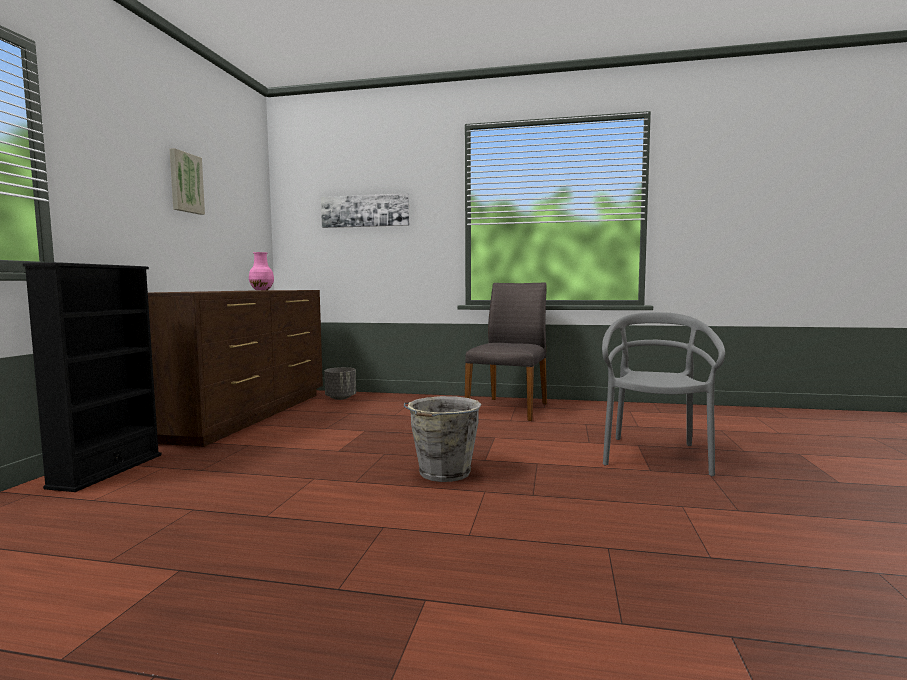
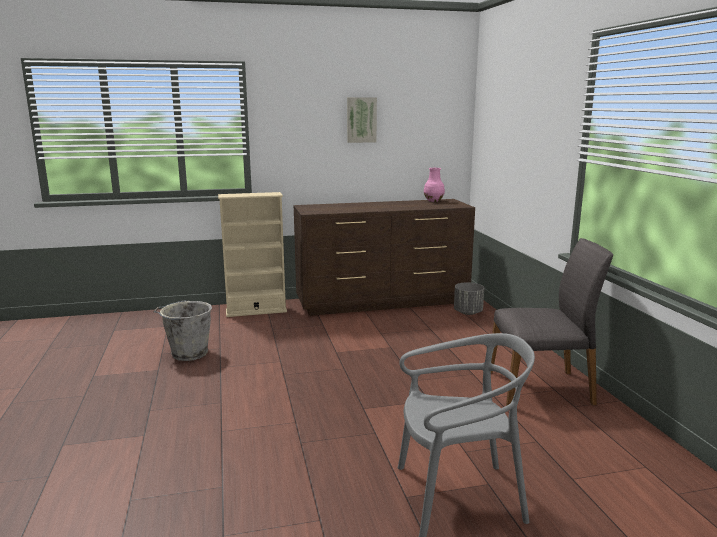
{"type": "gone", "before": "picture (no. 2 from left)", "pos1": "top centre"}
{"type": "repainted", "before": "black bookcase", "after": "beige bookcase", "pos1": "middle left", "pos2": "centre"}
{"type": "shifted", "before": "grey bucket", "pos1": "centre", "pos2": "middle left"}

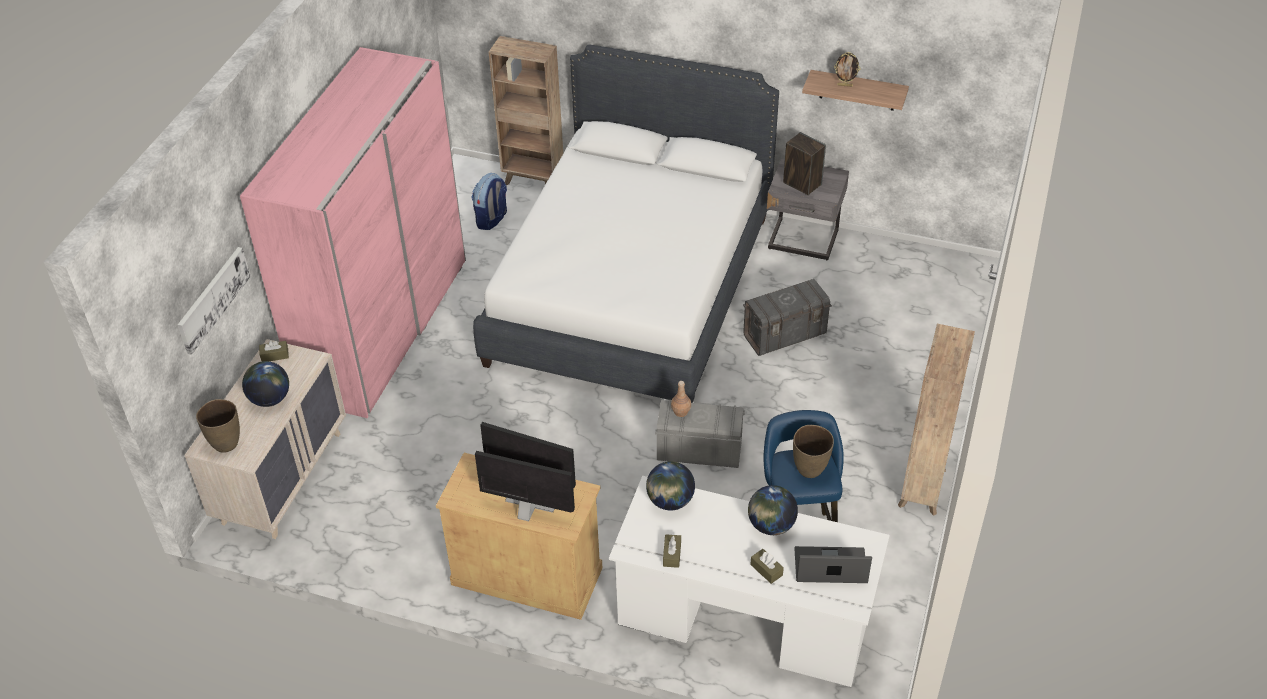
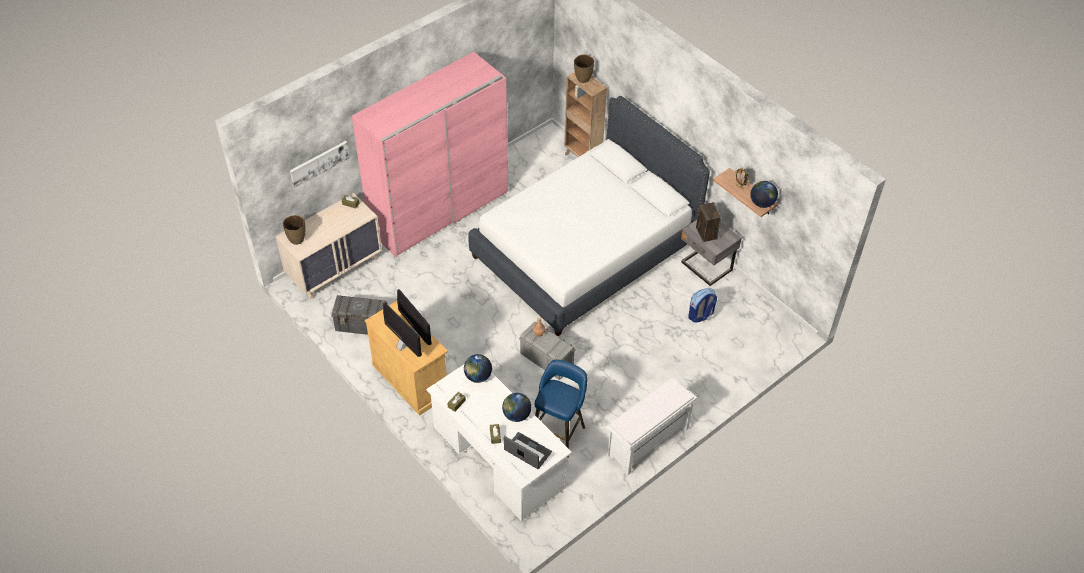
{"type": "shifted", "before": "backpack", "pos1": "top centre", "pos2": "centre"}
{"type": "shifted", "before": "grey storage box (no. 2 from left in the first image)", "after": "grey storage box (no. 1 from left)", "pos1": "centre", "pos2": "middle left"}
{"type": "swapped", "before": "brown bookcase (no. 2 from left)", "after": "white bench", "pos1": "middle right", "pos2": "bottom centre"}
{"type": "shifted", "before": "globe (no. 1 from left in the first image)", "after": "globe (no. 3 from left)", "pos1": "middle left", "pos2": "middle right"}
{"type": "shifted", "before": "brown vase (no. 2 from left)", "pos1": "centre", "pos2": "top centre"}

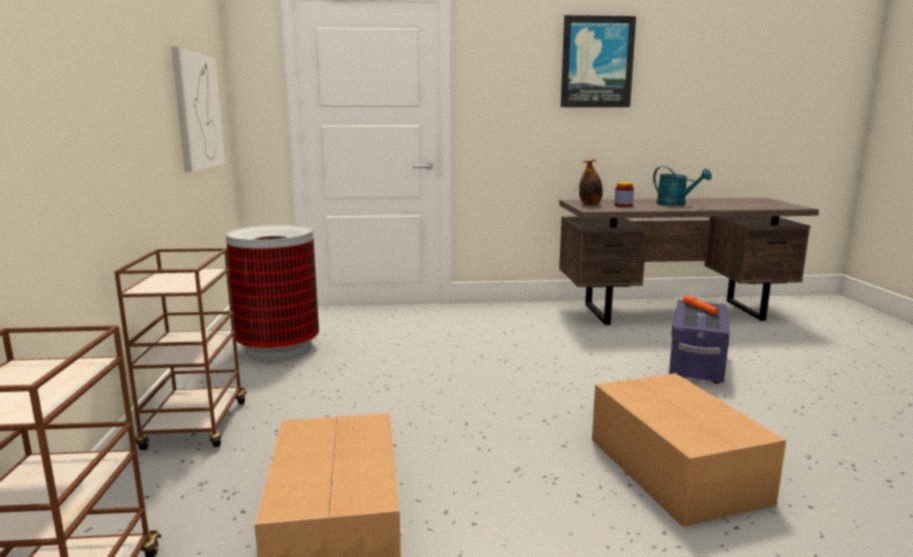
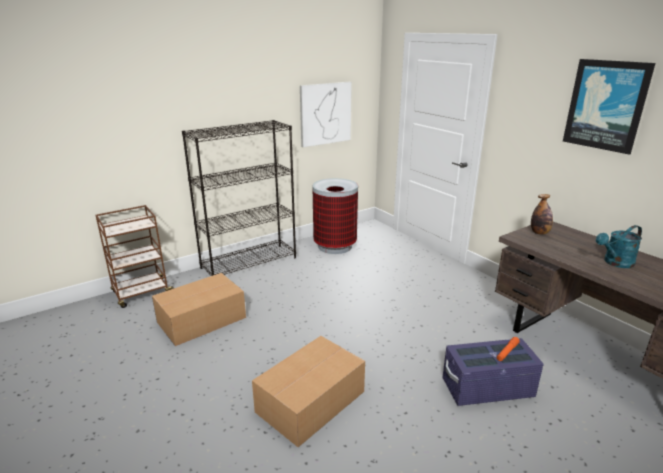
{"type": "rotated", "before": "turquoise watering can", "pos1": "middle right", "pos2": "middle right", "turn": 45}
{"type": "gone", "before": "jar", "pos1": "middle right"}
{"type": "swapped", "before": "brown cart (no. 2 from left)", "after": "black bookcase", "pos1": "middle left", "pos2": "centre"}

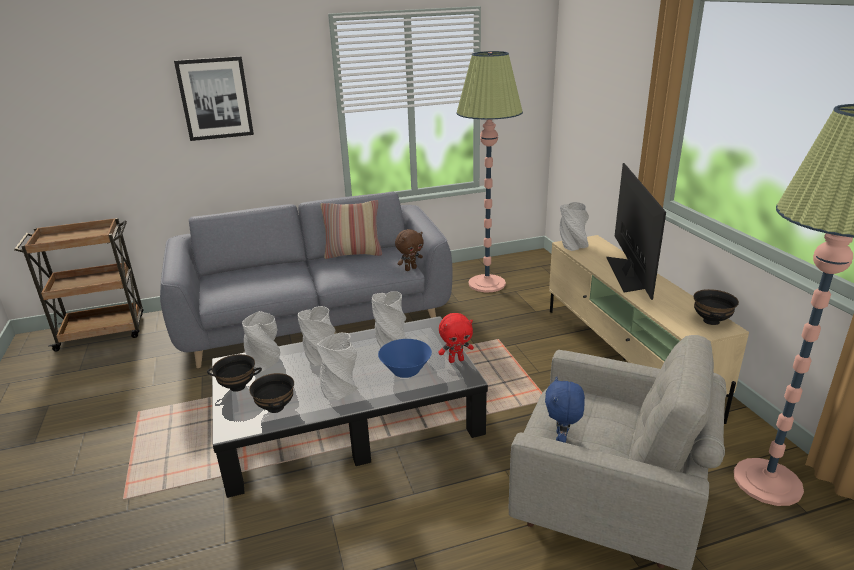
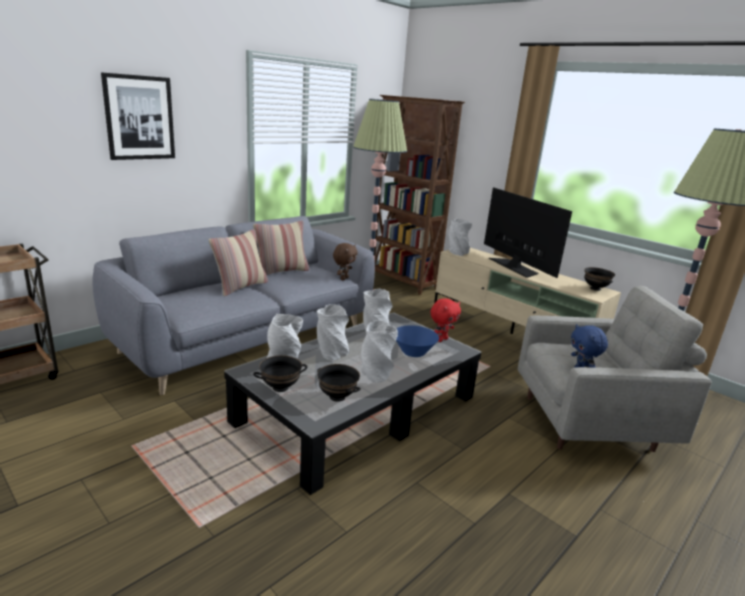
{"type": "new", "after": "brown bookcase", "pos2": "top centre"}
{"type": "new", "after": "pillow (no. 1 from left)", "pos2": "middle left"}

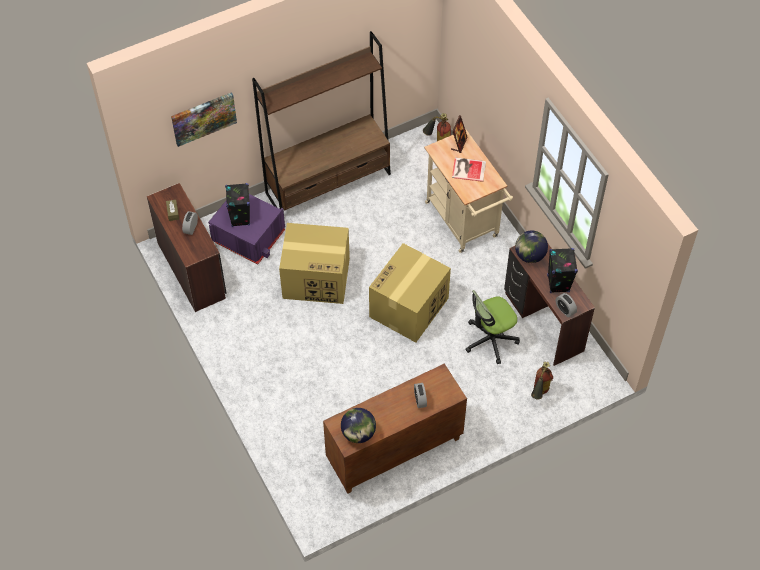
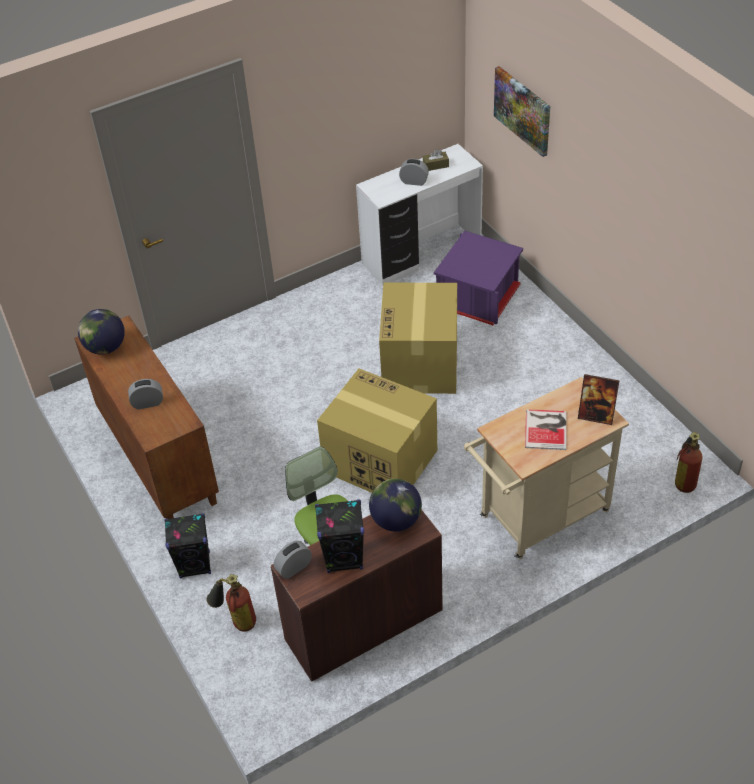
{"type": "gone", "before": "brown bookcase", "pos1": "top centre"}
{"type": "repainted", "before": "brown desk (no. 1 from left)", "after": "white desk", "pos1": "middle left", "pos2": "top centre"}
{"type": "shifted", "before": "black speaker (no. 1 from left)", "pos1": "middle left", "pos2": "bottom left"}

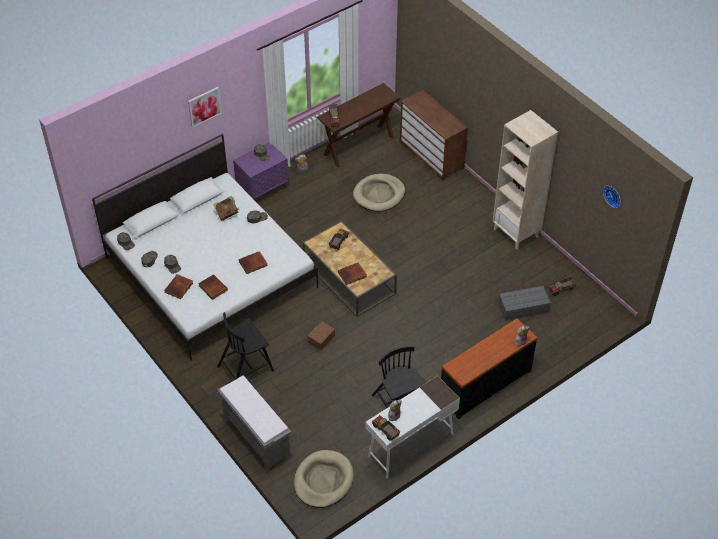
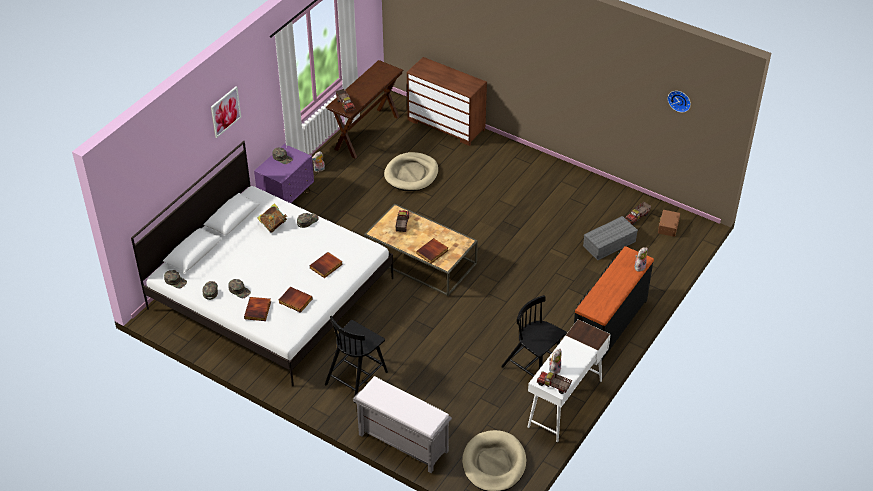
{"type": "gone", "before": "beige bookcase", "pos1": "middle right"}
{"type": "shifted", "before": "brown storage box", "pos1": "centre", "pos2": "middle right"}

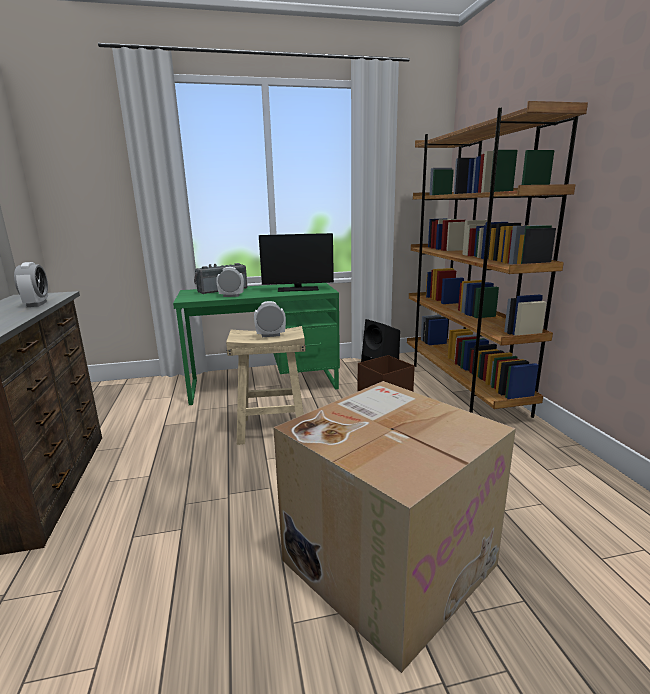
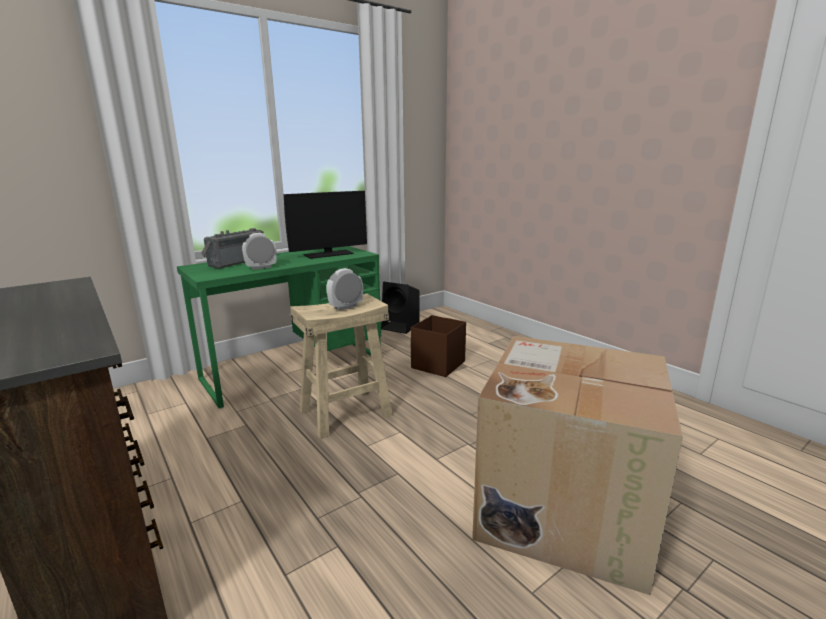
{"type": "gone", "before": "brown bookcase", "pos1": "middle right"}
{"type": "gone", "before": "alarm clock (no. 1 from left)", "pos1": "middle left"}

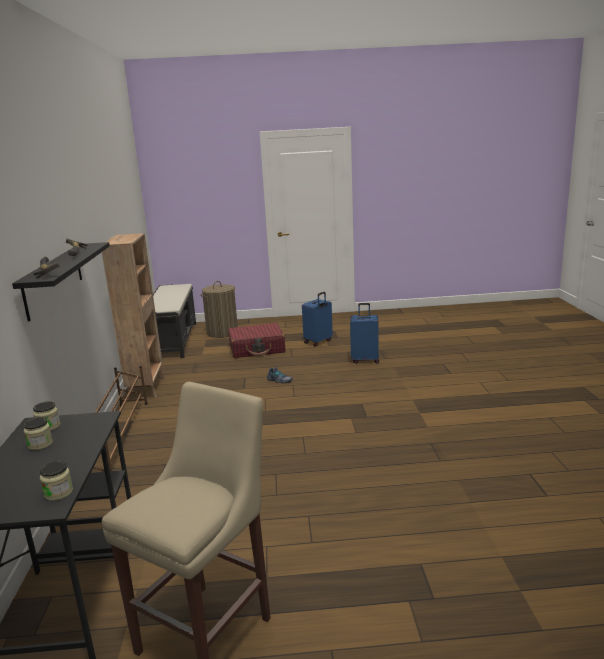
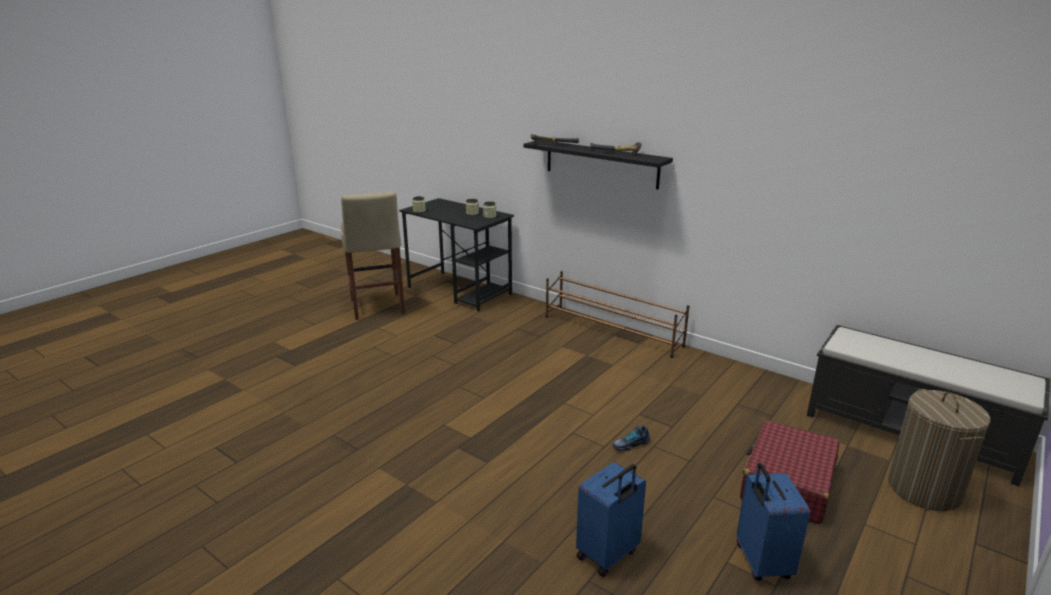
{"type": "gone", "before": "brown bookcase", "pos1": "middle left"}

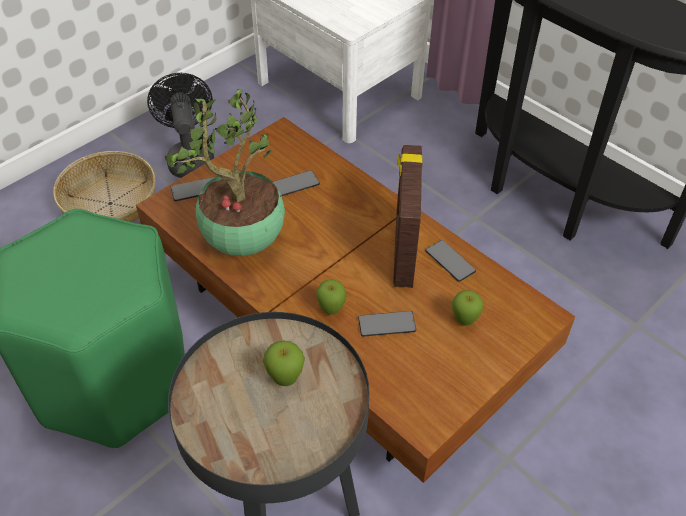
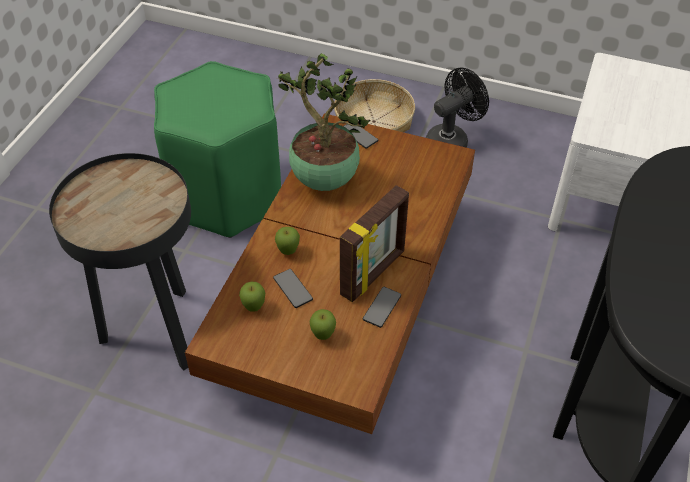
{"type": "rotated", "before": "picture frame", "pos1": "centre", "pos2": "centre", "turn": 150}
{"type": "gone", "before": "phone (no. 2 from left)", "pos1": "centre"}
{"type": "shifted", "before": "apple (no. 1 from left)", "pos1": "bottom centre", "pos2": "centre"}

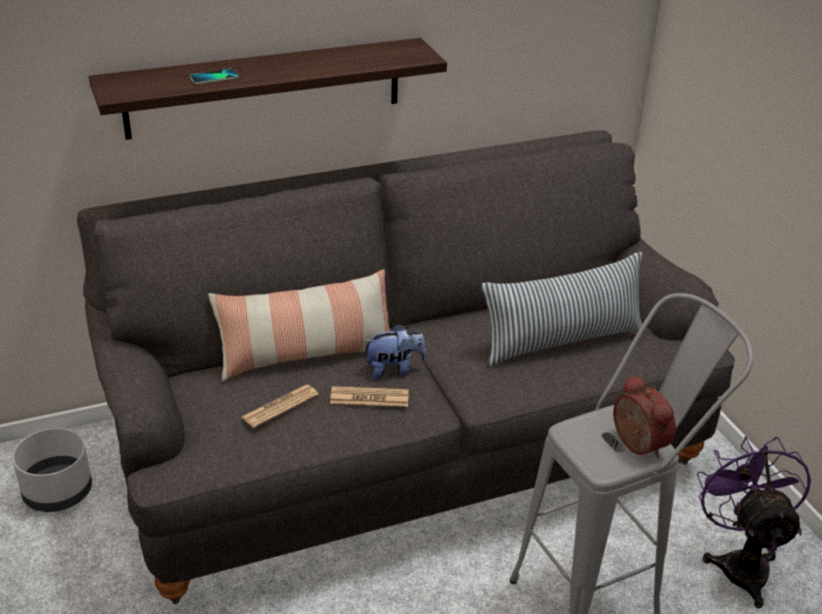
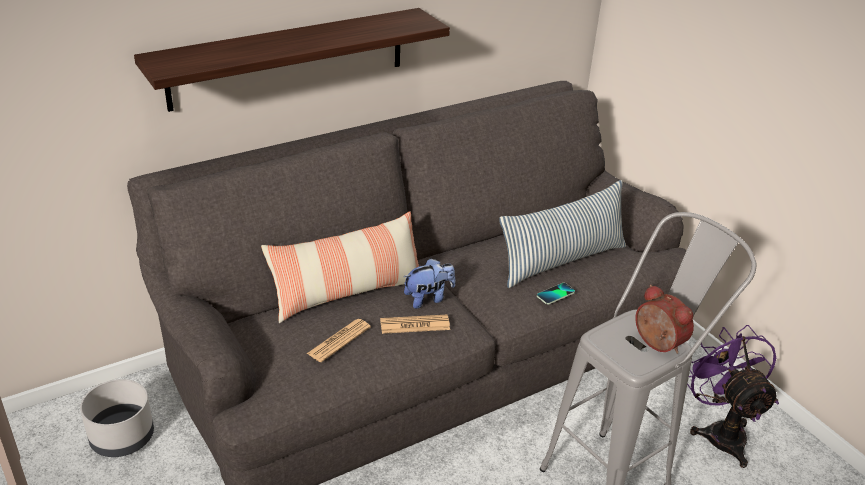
{"type": "shifted", "before": "phone", "pos1": "top left", "pos2": "centre"}

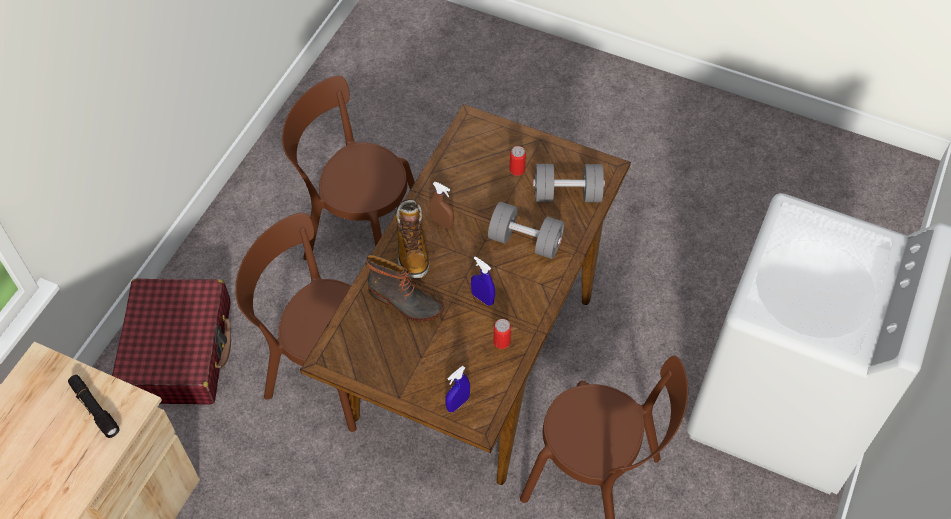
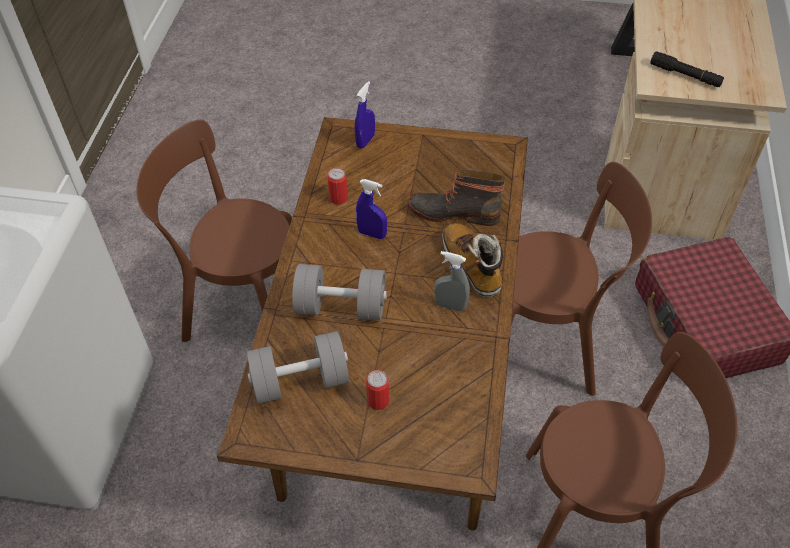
{"type": "repainted", "before": "brown spray bottle", "after": "grey spray bottle", "pos1": "centre", "pos2": "centre"}

